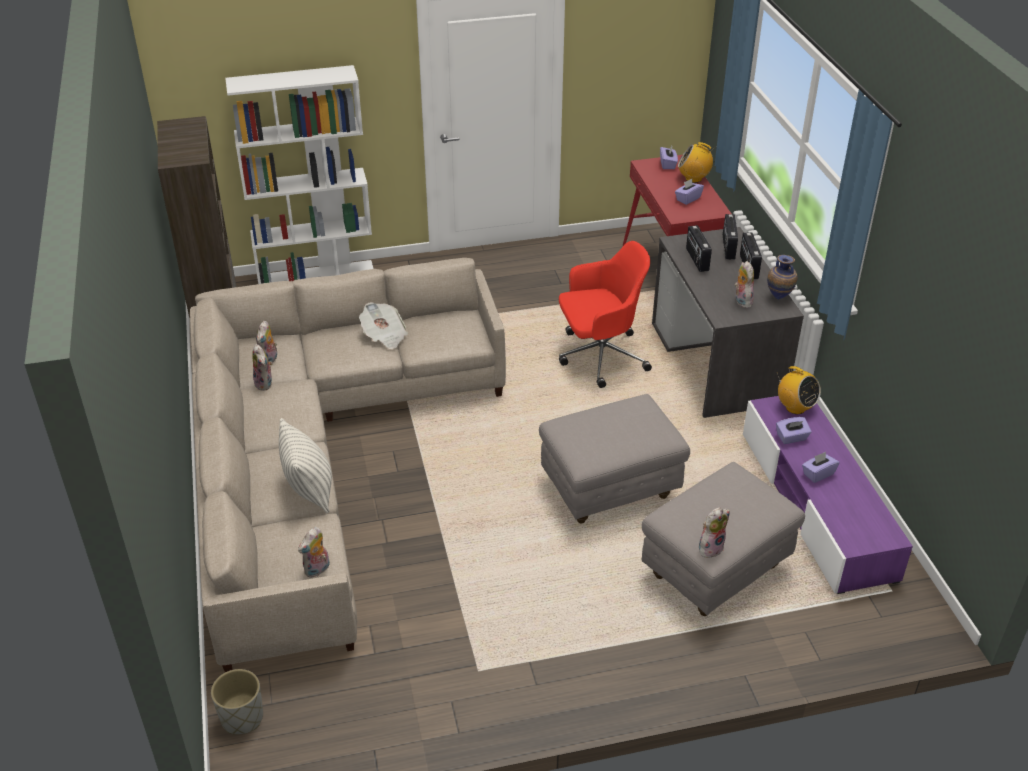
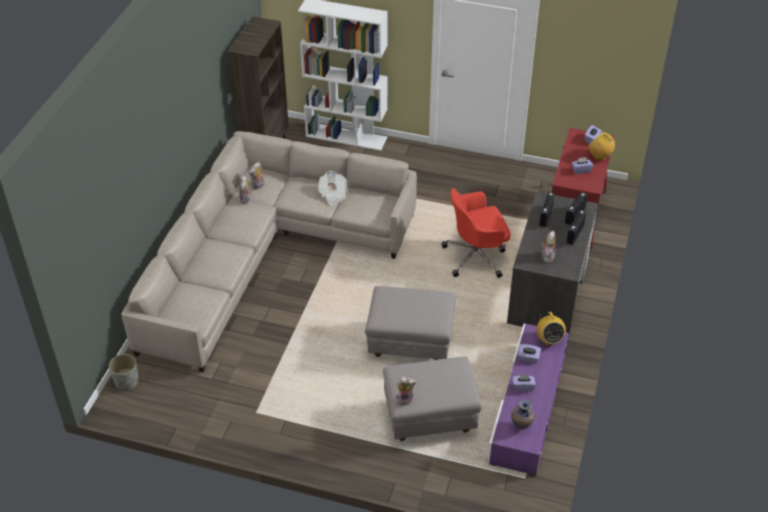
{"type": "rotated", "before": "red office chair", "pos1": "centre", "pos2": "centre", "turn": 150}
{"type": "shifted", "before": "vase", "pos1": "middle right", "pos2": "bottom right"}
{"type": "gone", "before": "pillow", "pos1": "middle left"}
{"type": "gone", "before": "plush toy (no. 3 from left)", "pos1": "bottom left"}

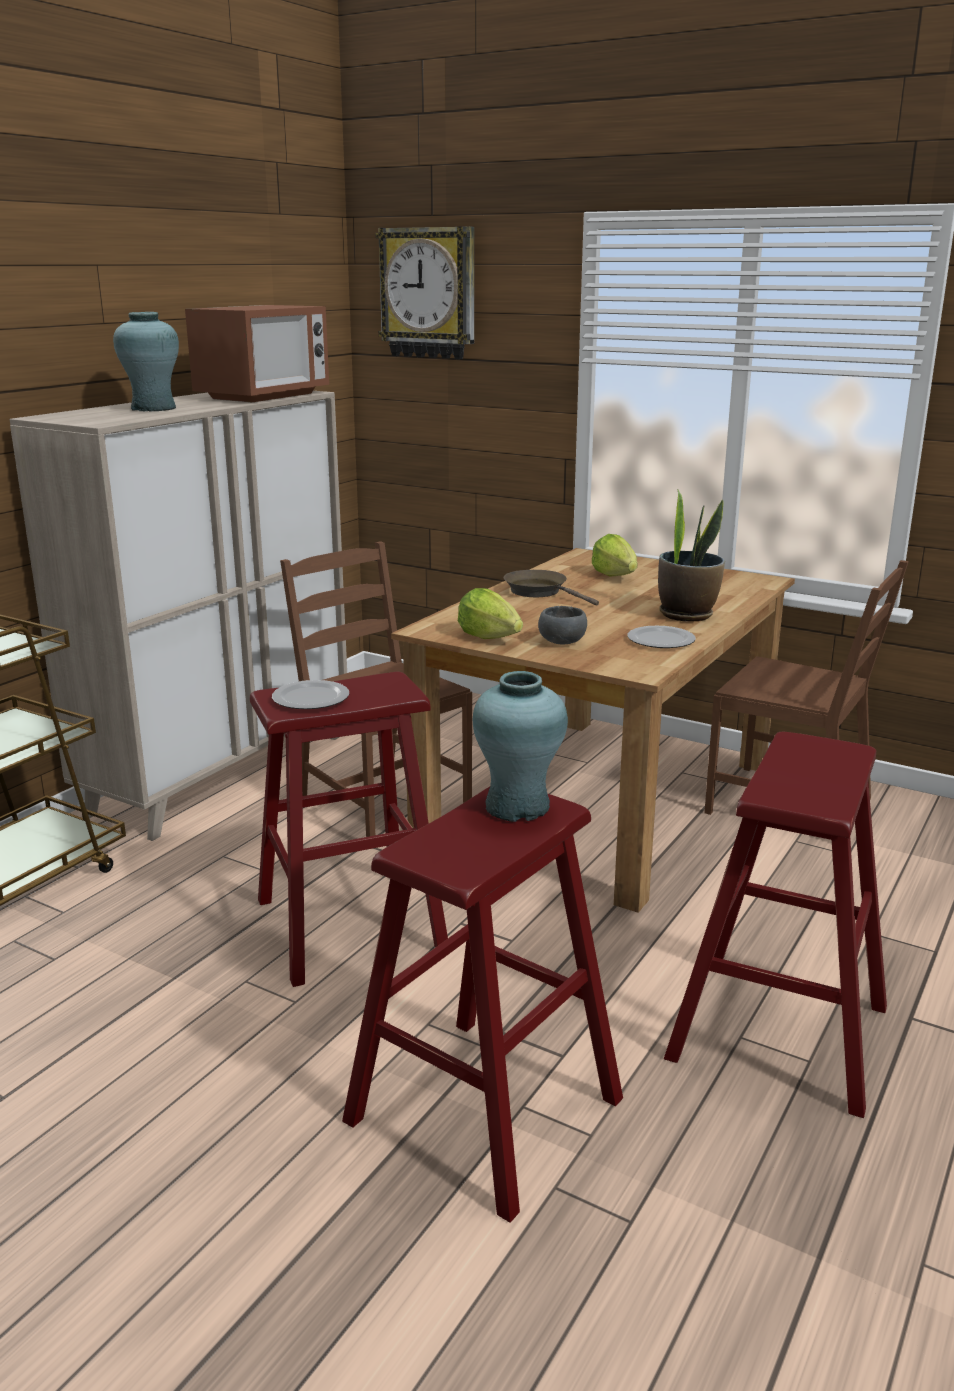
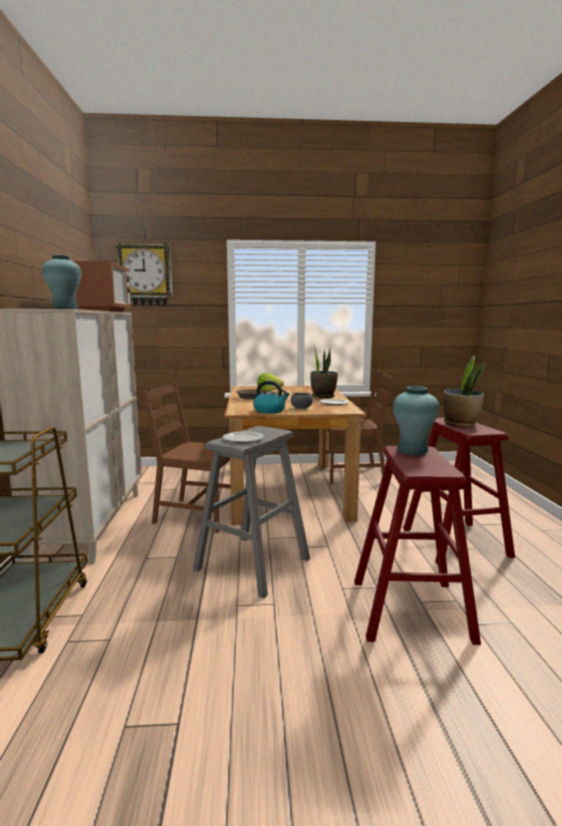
{"type": "swapped", "before": "lettuce (no. 1 from left)", "after": "kettle", "pos1": "centre", "pos2": "centre"}
{"type": "repainted", "before": "red stool (no. 1 from left)", "after": "grey stool", "pos1": "centre", "pos2": "centre"}
{"type": "new", "after": "potted plant (no. 2 from left)", "pos2": "middle right"}

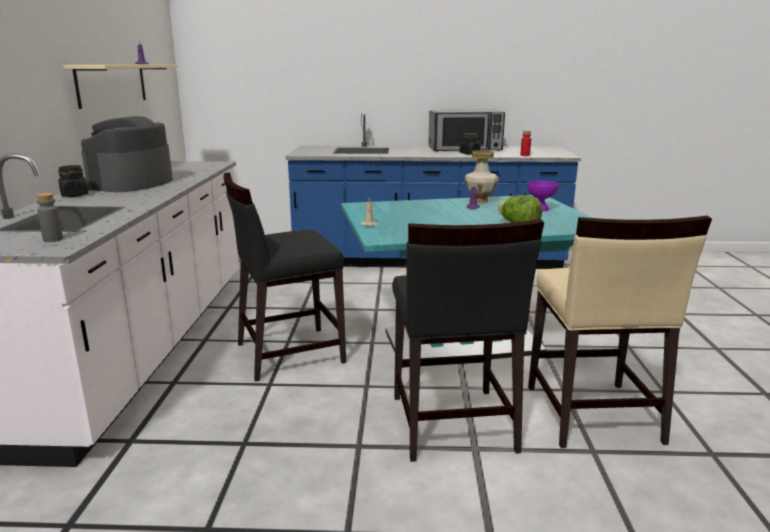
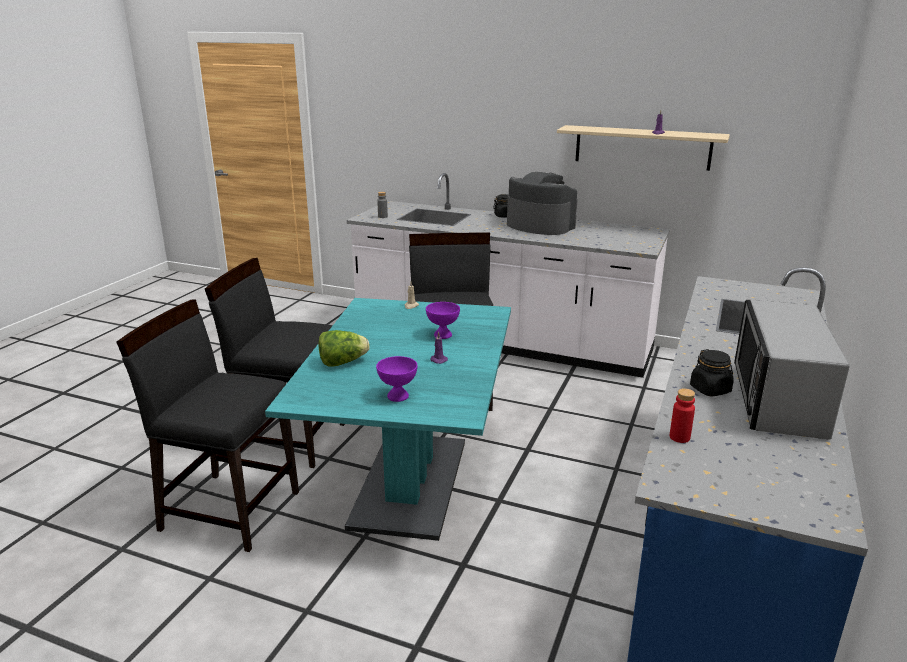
{"type": "gone", "before": "vase", "pos1": "top centre"}
{"type": "repainted", "before": "beige chair", "after": "black chair (no. 1 from left)", "pos1": "middle right", "pos2": "middle left"}
{"type": "new", "after": "purple bowl (no. 2 from left)", "pos2": "centre"}

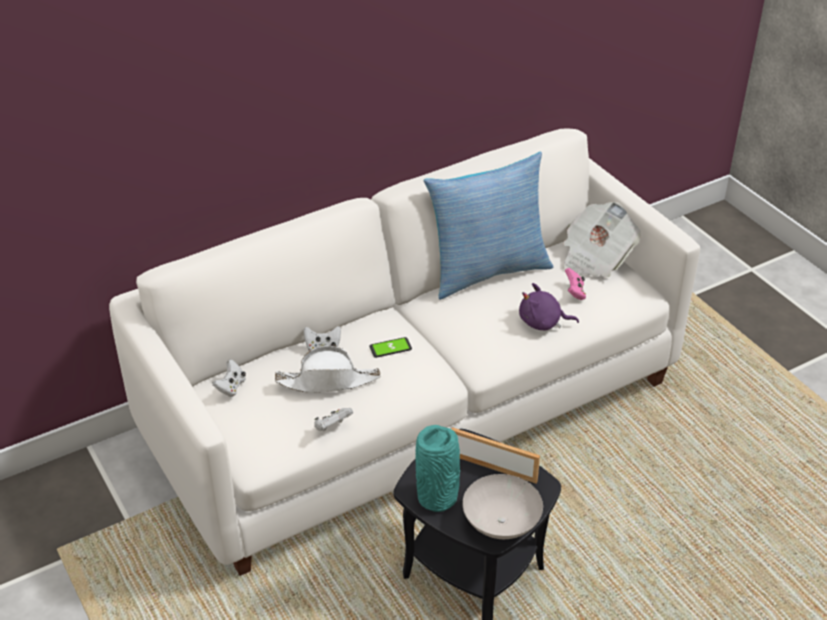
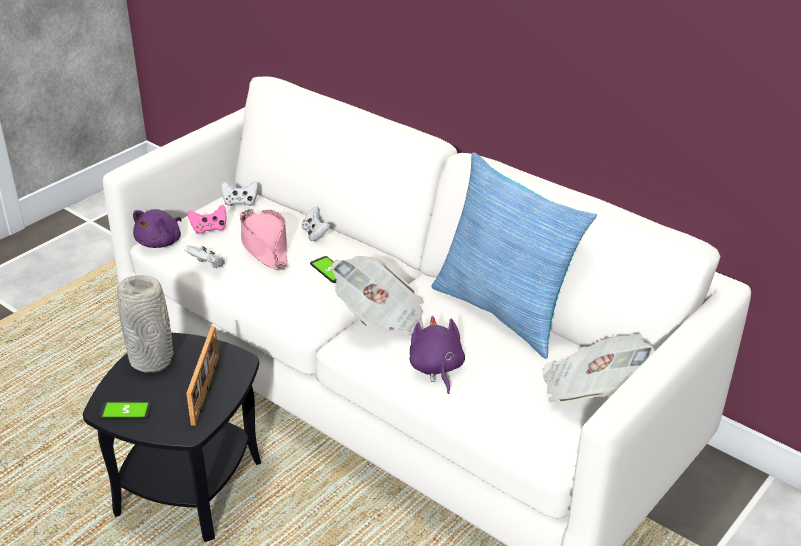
{"type": "shifted", "before": "pink game controller", "pos1": "middle right", "pos2": "middle left"}
{"type": "repainted", "before": "white hat", "after": "pink hat", "pos1": "centre", "pos2": "middle left"}
{"type": "repainted", "before": "turquoise vase", "after": "grey vase", "pos1": "bottom centre", "pos2": "middle left"}
{"type": "swapped", "before": "white bowl", "after": "phone (no. 1 from left)", "pos1": "bottom centre", "pos2": "bottom left"}
{"type": "new", "after": "purple plush toy (no. 1 from left)", "pos2": "middle left"}
{"type": "new", "after": "newspaper (no. 1 from left)", "pos2": "centre"}

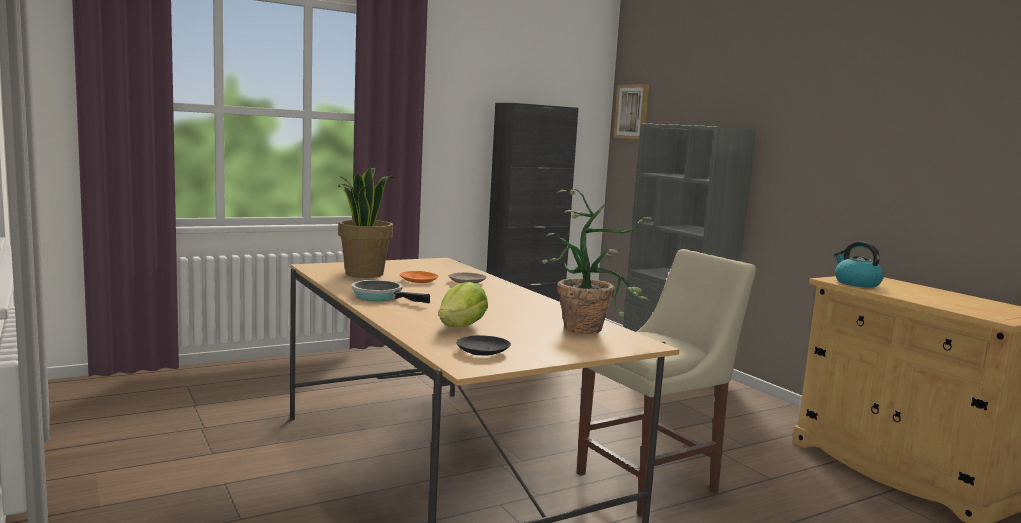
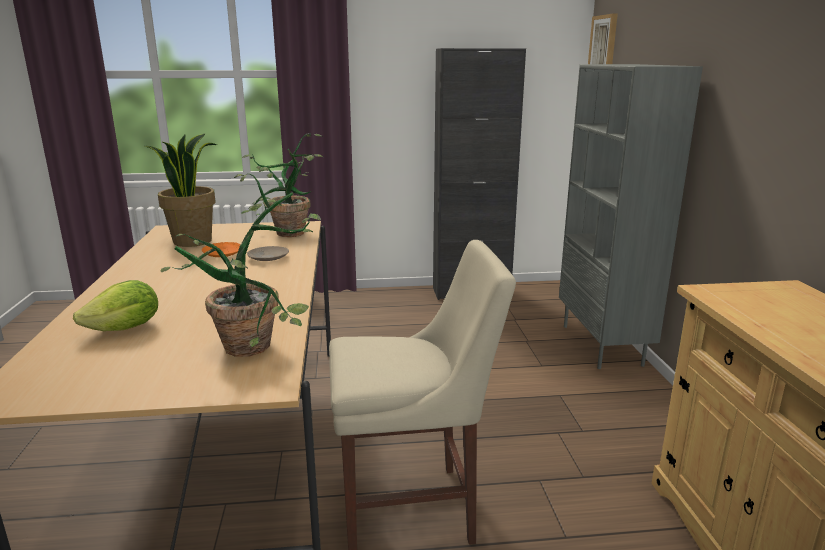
{"type": "gone", "before": "kettle", "pos1": "middle right"}
{"type": "gone", "before": "frying pan", "pos1": "centre"}
{"type": "gone", "before": "black plate", "pos1": "centre"}
{"type": "new", "after": "potted plant (no. 3 from left)", "pos2": "centre"}

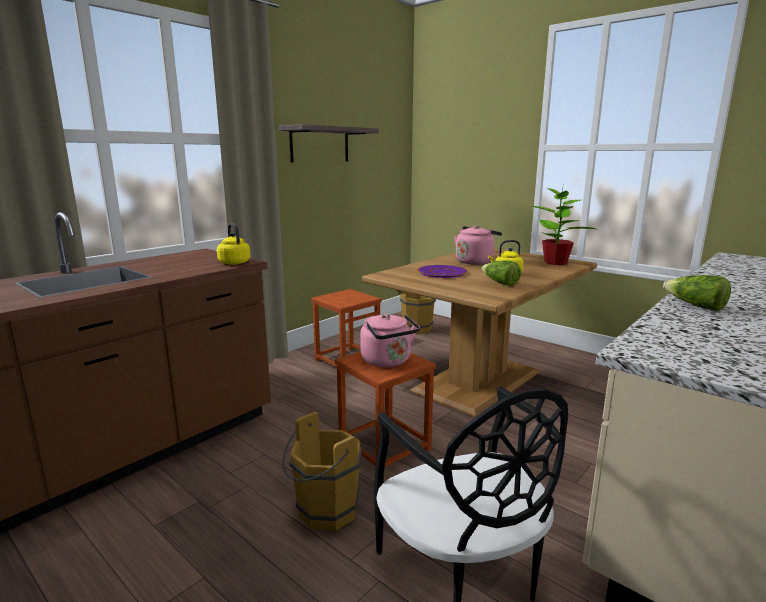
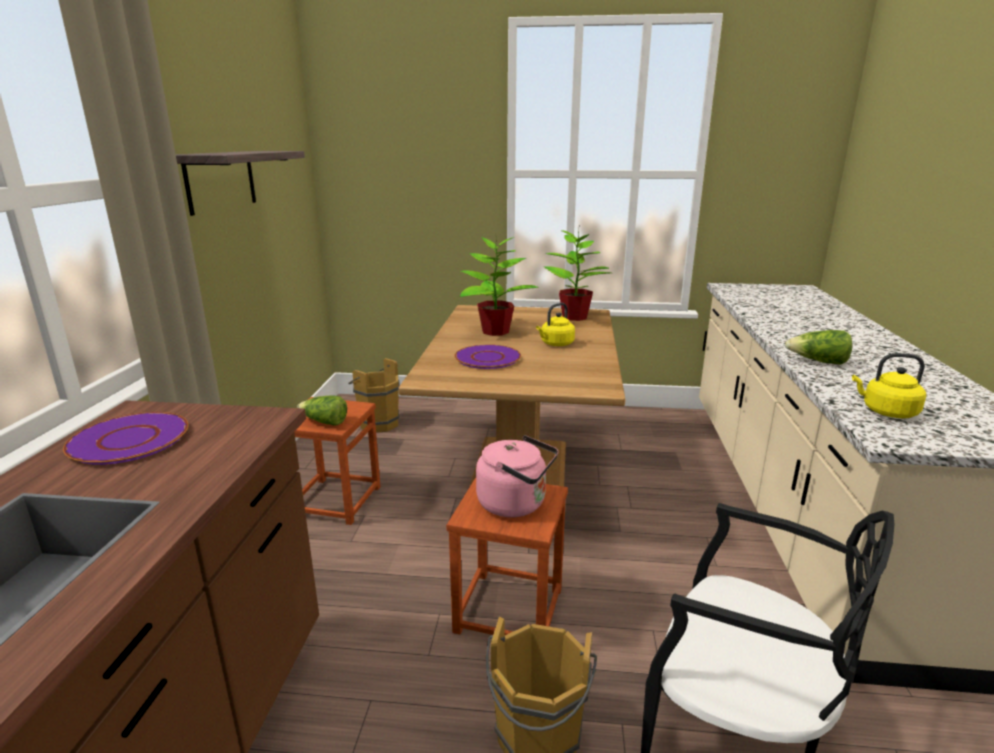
{"type": "shifted", "before": "yellow kettle (no. 1 from left in the first image)", "after": "yellow kettle (no. 2 from left)", "pos1": "middle left", "pos2": "middle right"}
{"type": "swapped", "before": "pink kettle (no. 2 from left)", "after": "potted plant (no. 1 from left)", "pos1": "centre", "pos2": "centre"}
{"type": "shifted", "before": "lettuce (no. 1 from left)", "pos1": "centre", "pos2": "middle left"}
{"type": "new", "after": "purple plate (no. 1 from left)", "pos2": "middle left"}

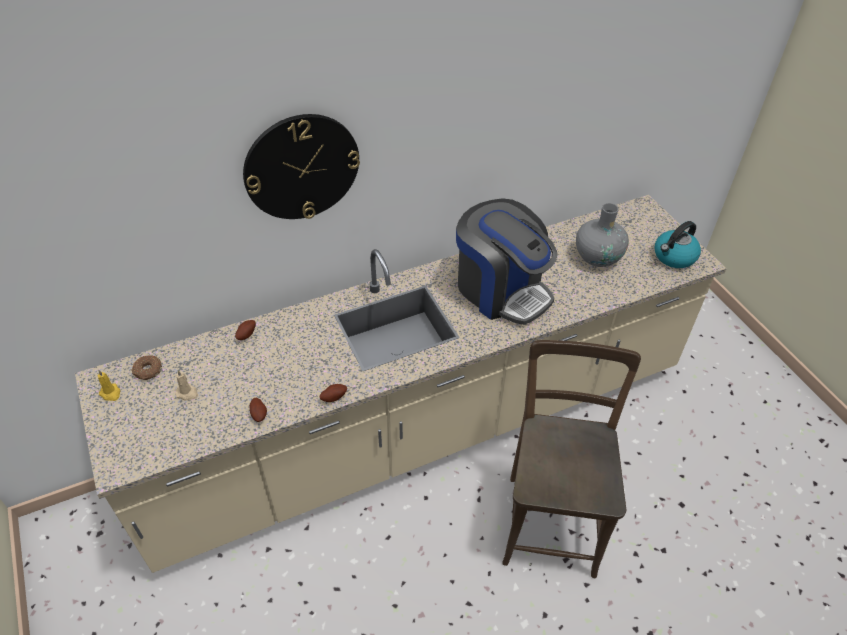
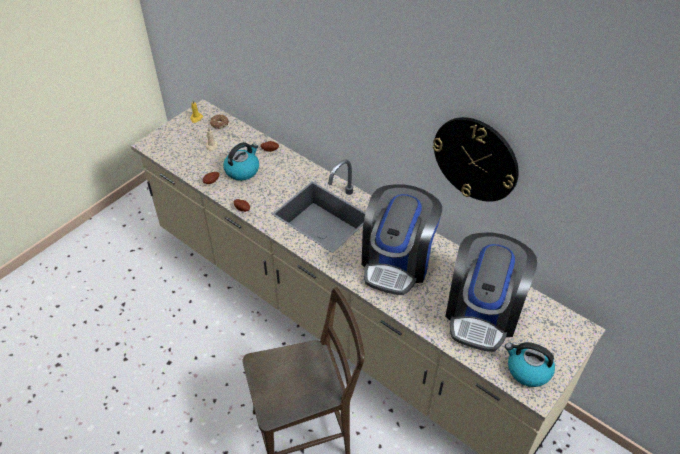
{"type": "shifted", "before": "wall clock", "pos1": "top centre", "pos2": "middle right"}
{"type": "swapped", "before": "grey vase", "after": "coffee machine (no. 2 from left)", "pos1": "middle right", "pos2": "middle right"}
{"type": "new", "after": "kettle (no. 1 from left)", "pos2": "centre"}

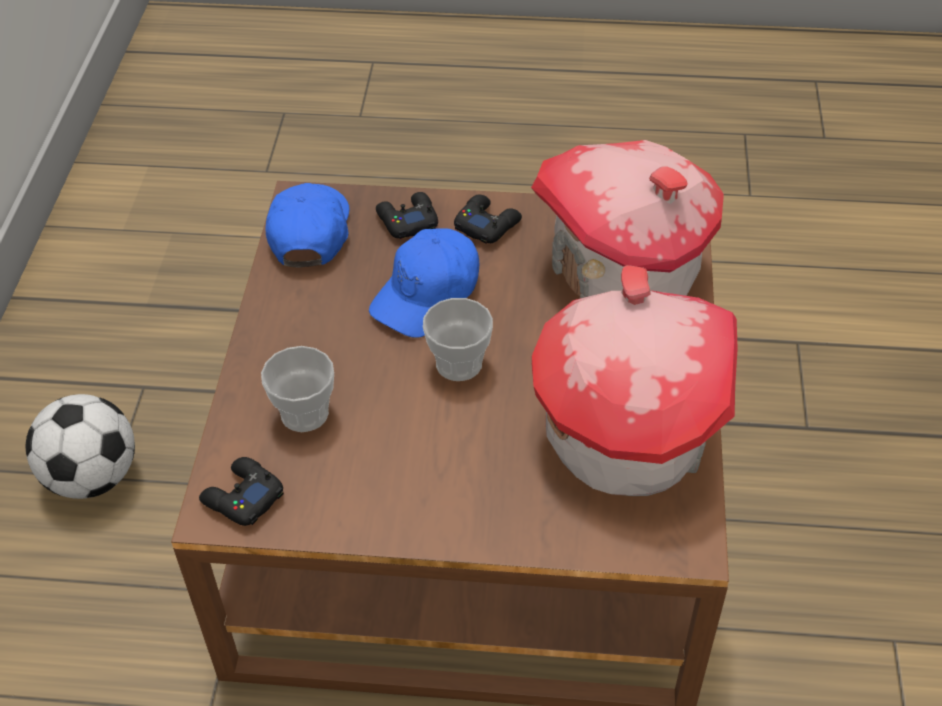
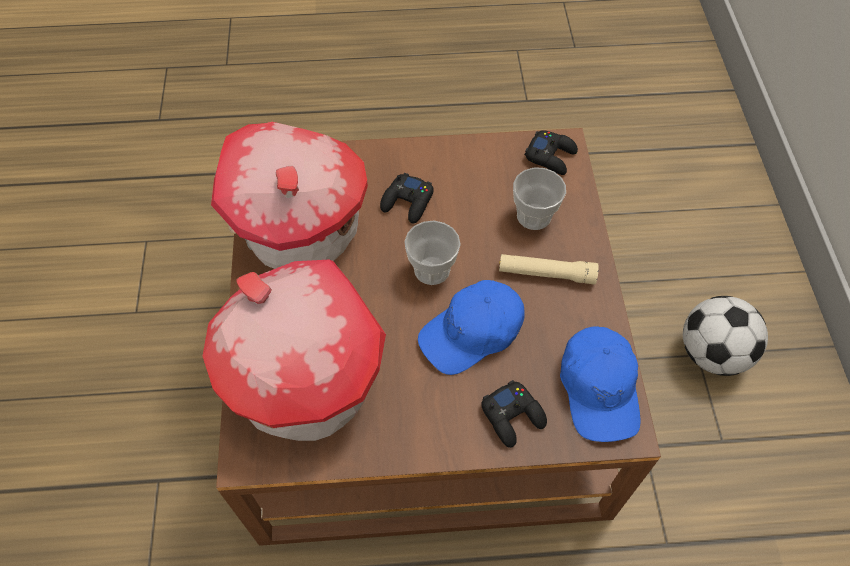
{"type": "shifted", "before": "black game controller (no. 3 from left in the first image)", "after": "black game controller (no. 1 from left)", "pos1": "top centre", "pos2": "centre"}
{"type": "rotated", "before": "blue cap (no. 2 from left in the first image)", "pos1": "centre", "pos2": "centre", "turn": -150}
{"type": "new", "after": "beige flashlight", "pos2": "centre"}

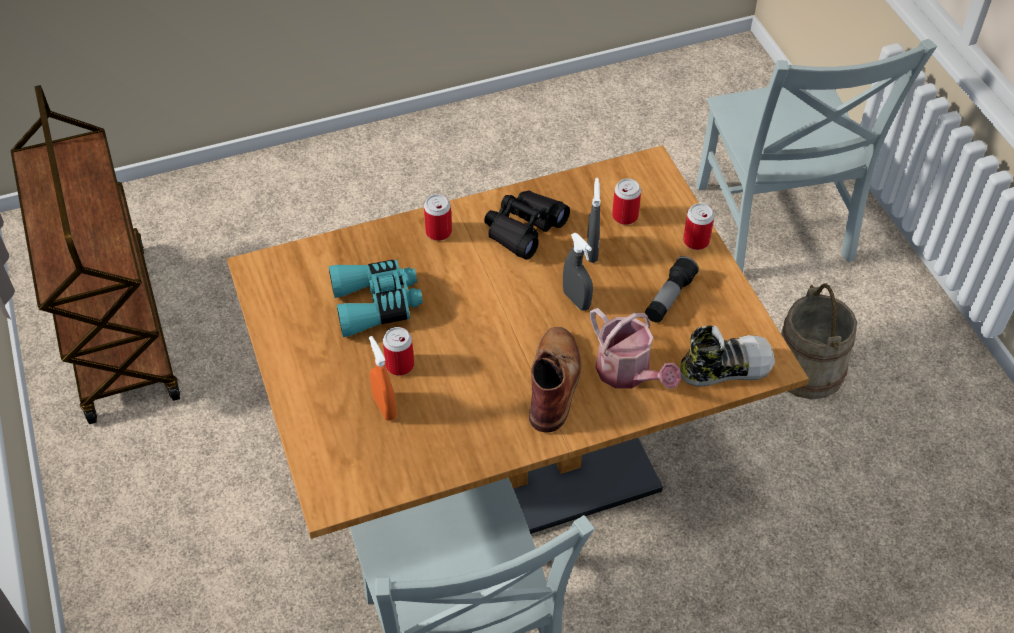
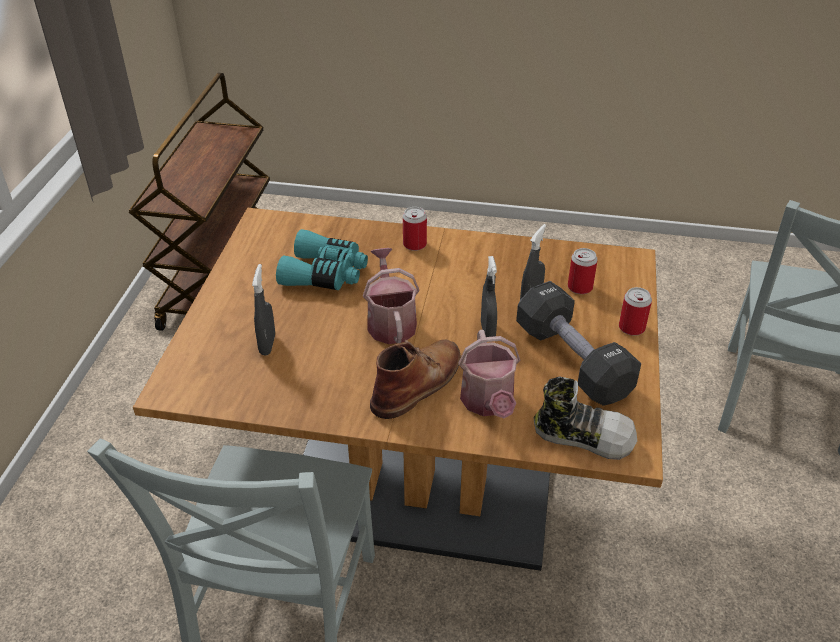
{"type": "gone", "before": "black binoculars", "pos1": "centre"}
{"type": "swapped", "before": "flashlight", "after": "black dumbbell", "pos1": "centre", "pos2": "middle right"}
{"type": "gone", "before": "beige bucket", "pos1": "middle right"}
{"type": "gone", "before": "can (no. 1 from left)", "pos1": "centre"}
{"type": "repainted", "before": "orange spray bottle", "after": "grey spray bottle (no. 1 from left)", "pos1": "centre", "pos2": "middle left"}
{"type": "new", "after": "watering can (no. 1 from left)", "pos2": "centre"}

